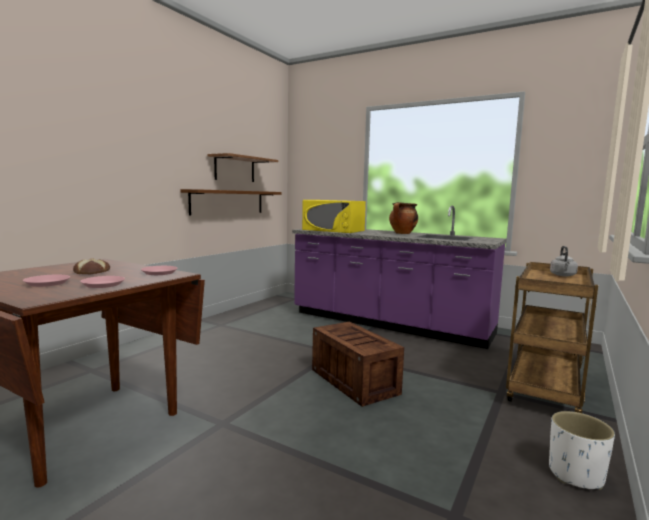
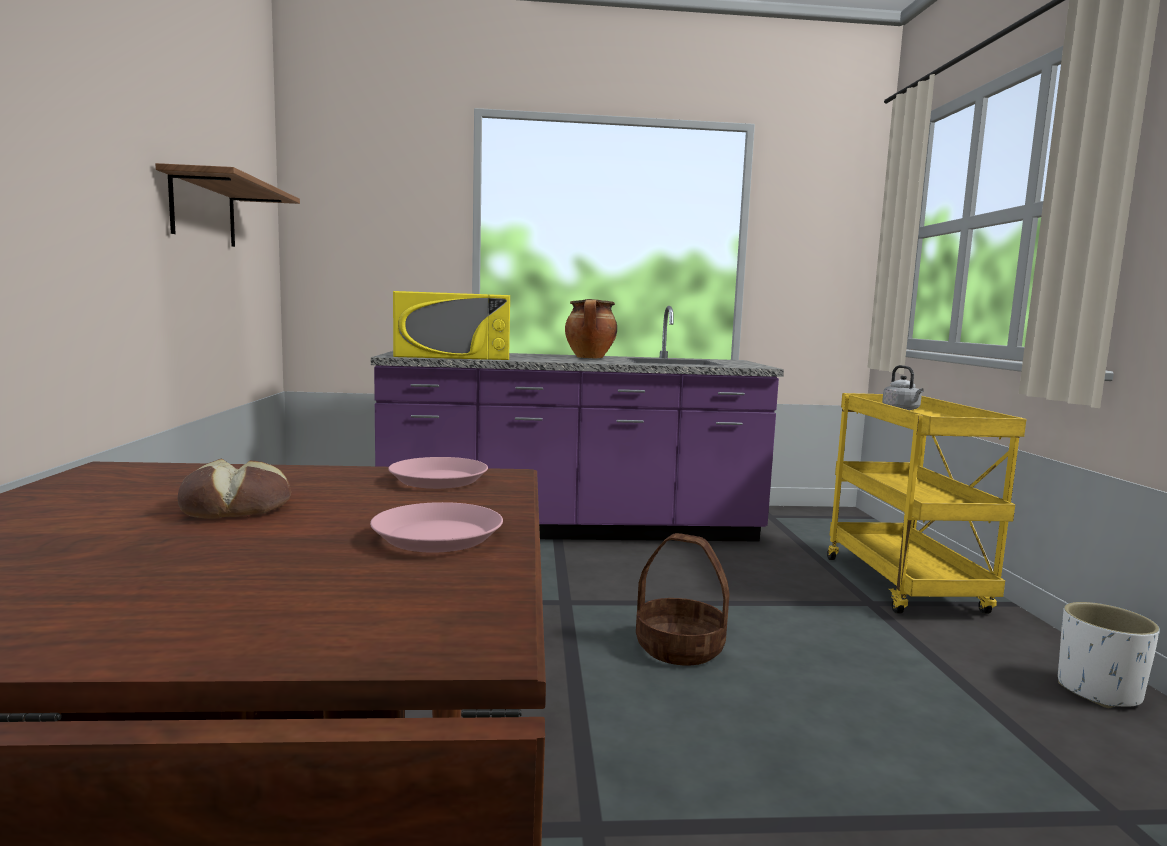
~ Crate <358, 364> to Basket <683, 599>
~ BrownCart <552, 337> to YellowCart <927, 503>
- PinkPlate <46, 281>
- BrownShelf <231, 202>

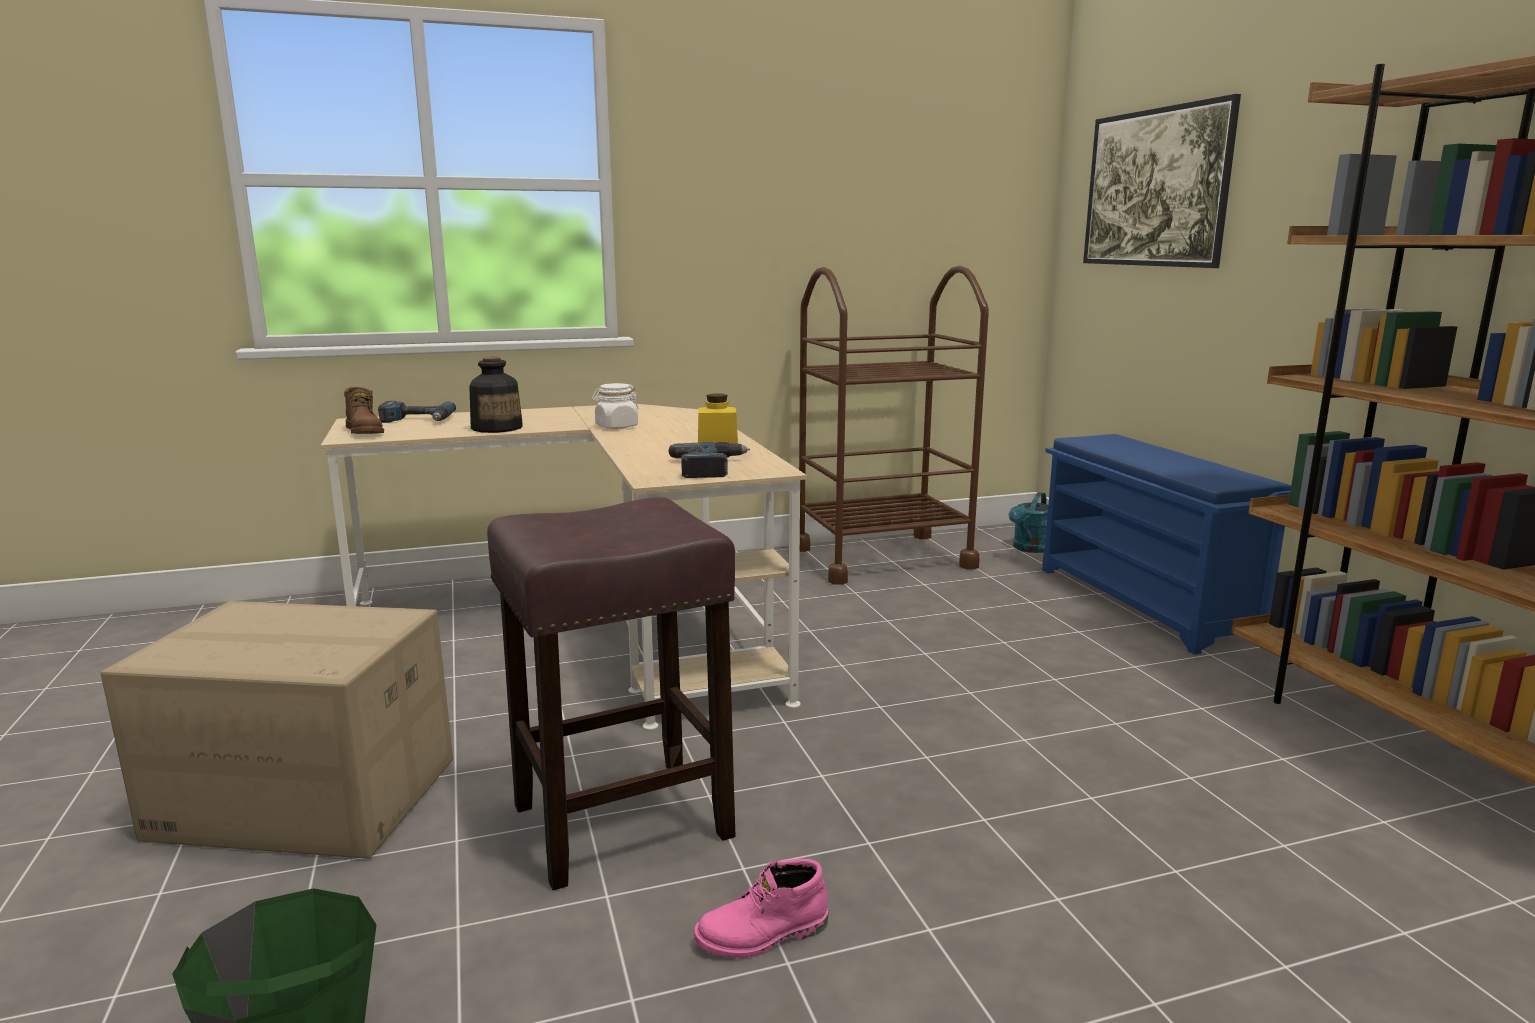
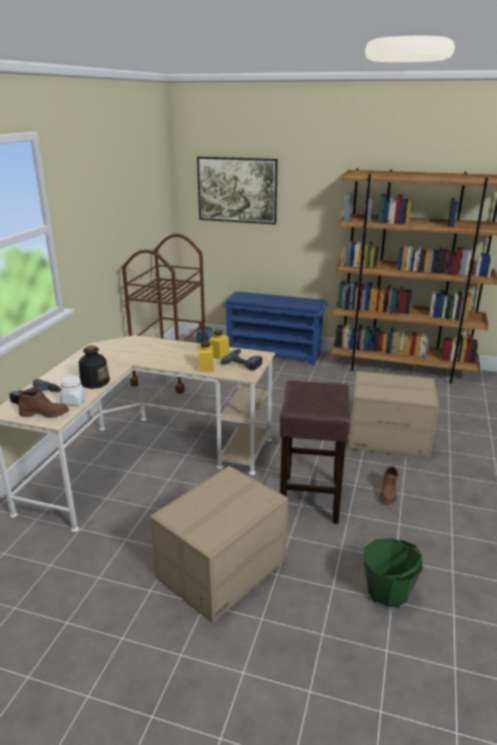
~ WhiteJar <615, 406> to <73, 390>
+ YellowJar <206, 356>
+ CardboardBox <393, 414>
~ PinkBoot <761, 908> to BrownBoot <389, 485>

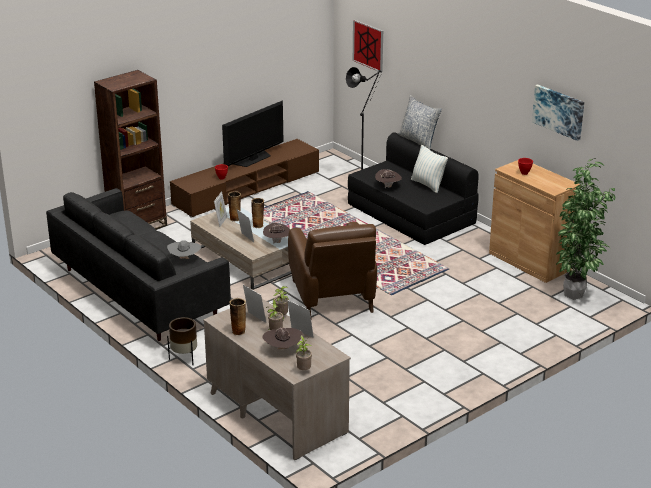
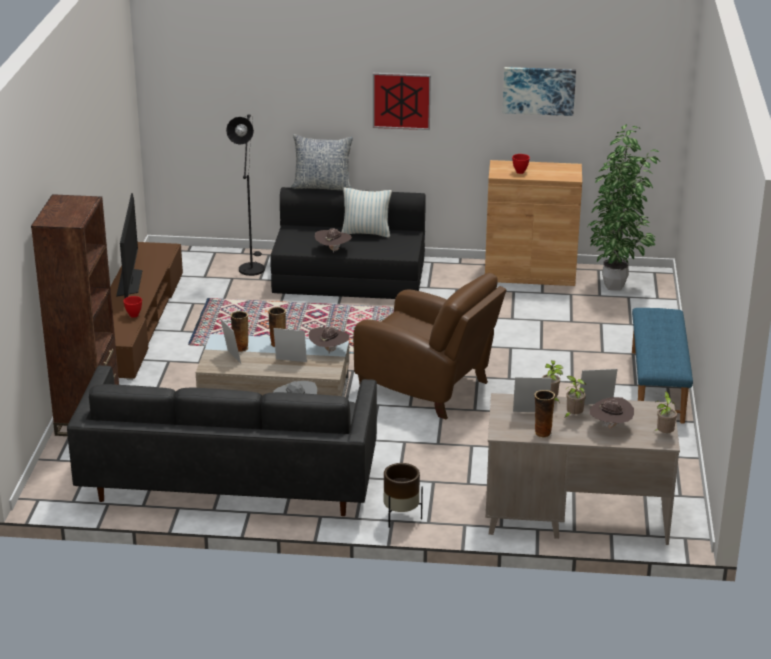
~ Picture <368, 46> to <402, 101>
+ BlueBench <662, 366>

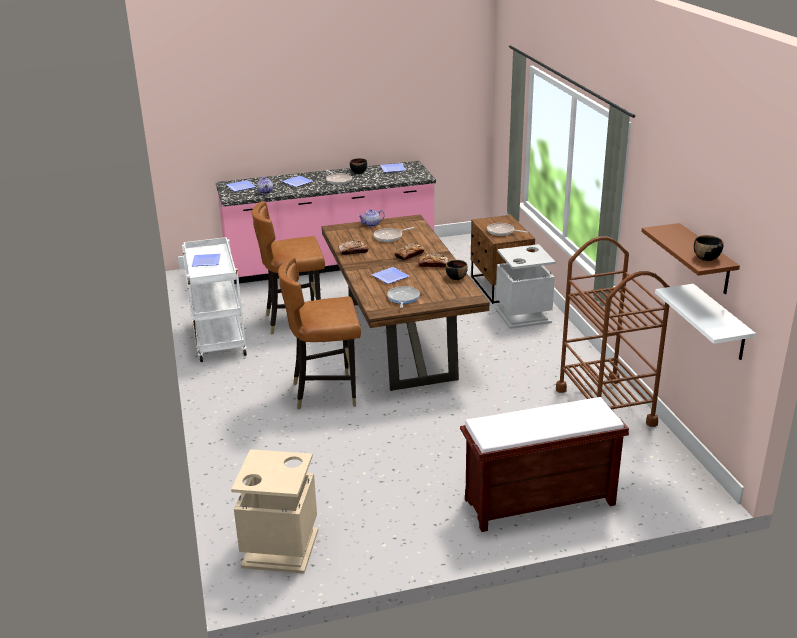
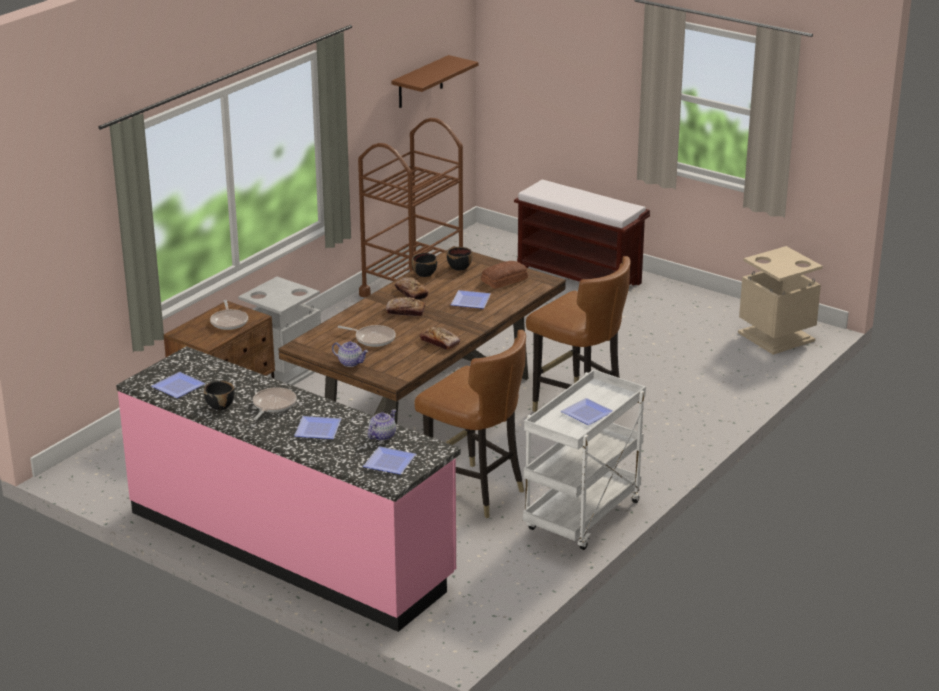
~ BlackBowl <709, 248> to <459, 259>
~ FryingPan <403, 297> to Bread <504, 275>
- WhiteShelf <705, 322>

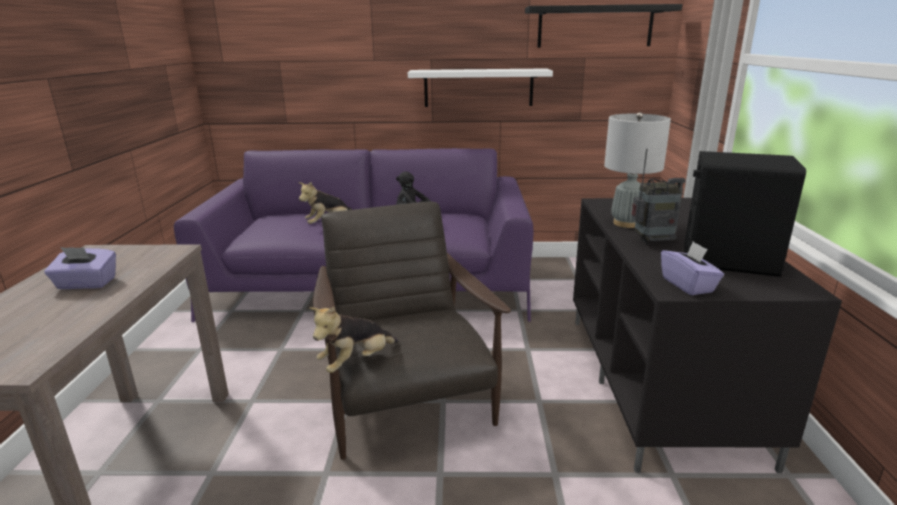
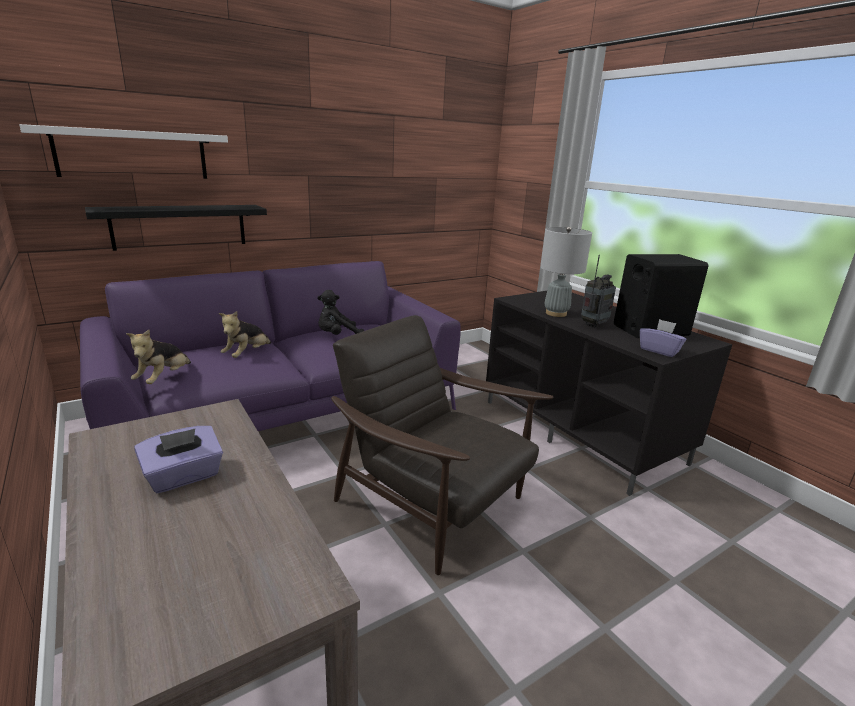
~ WhiteShelf <480, 87> to <123, 151>
~ BlackShelf <603, 26> to <176, 228>
~ PlushToy <353, 340> to <158, 357>

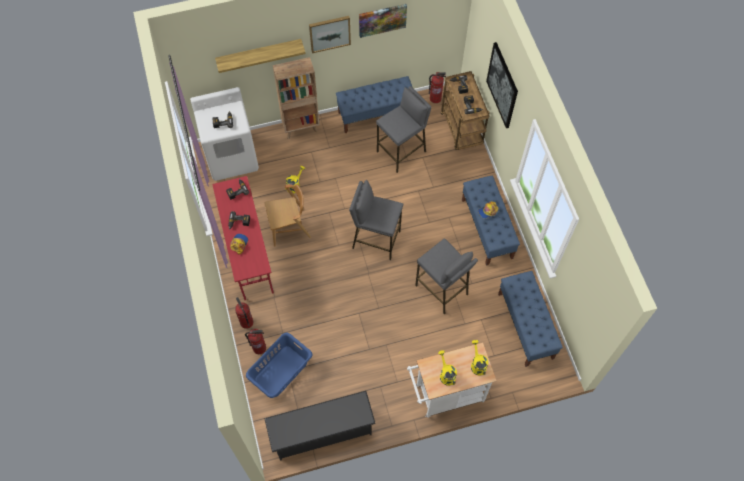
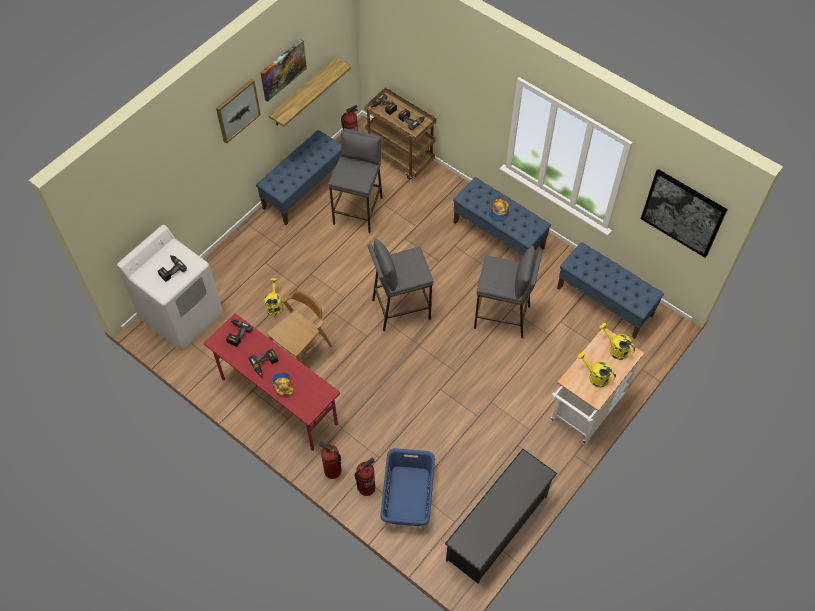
~ Shelf <260, 56> to <309, 92>
~ Picture <502, 85> to <684, 213>
- BrownBookcase <296, 98>

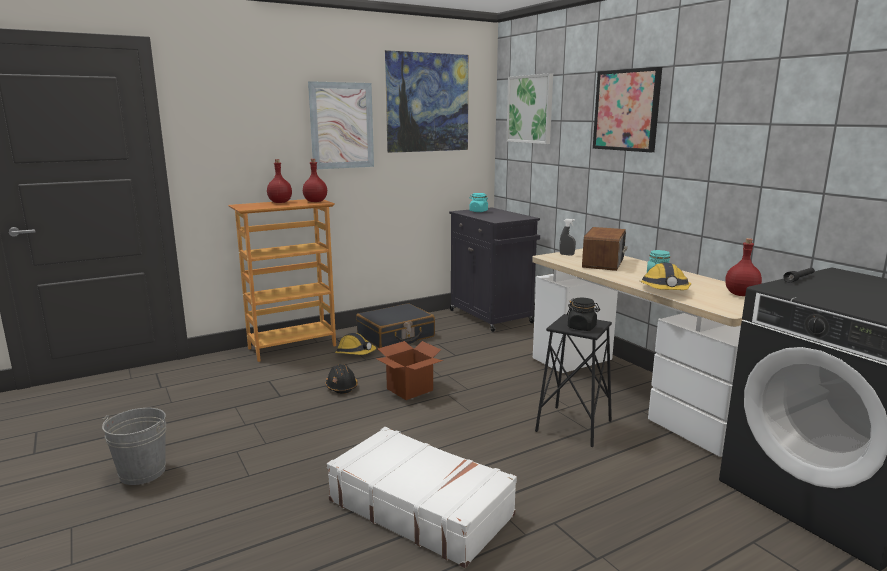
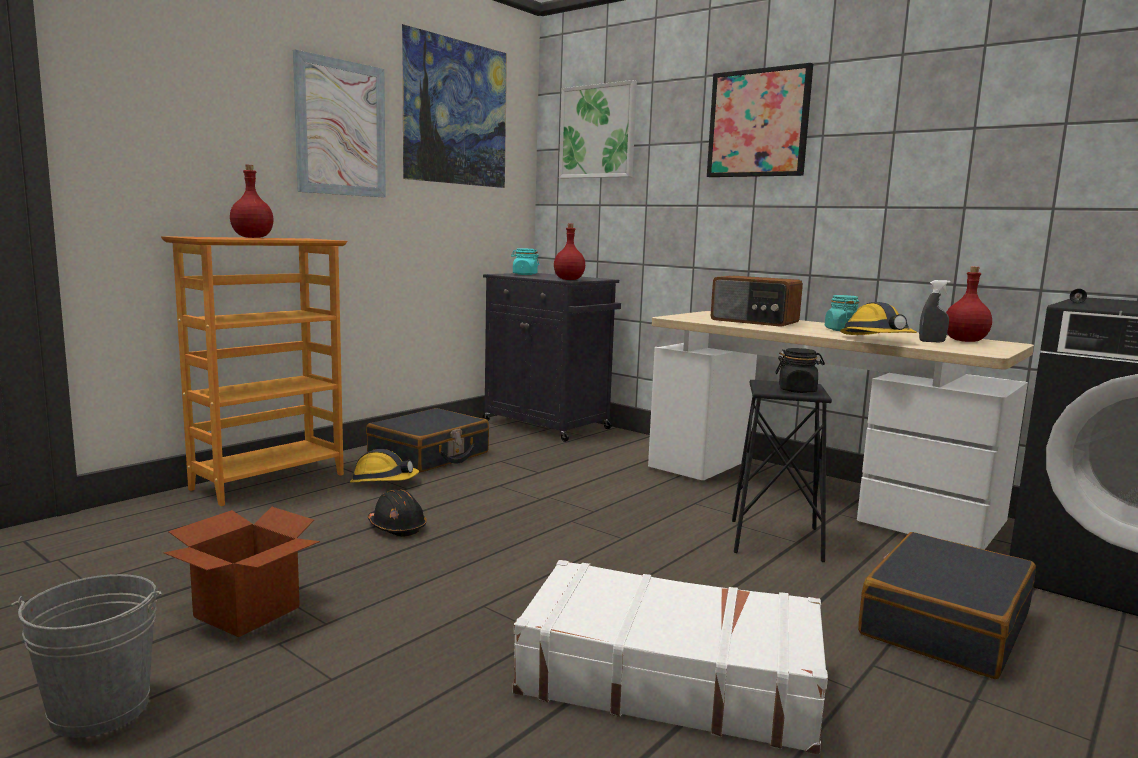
~ CardboardBox <409, 370> to <242, 572>
~ RedBottle <315, 180> to <569, 251>
~ Radio <604, 249> = <757, 301> 120 degrees clockwise
+ BlackSuitcase <947, 605>
~ GreySprayBottle <567, 237> to <935, 311>

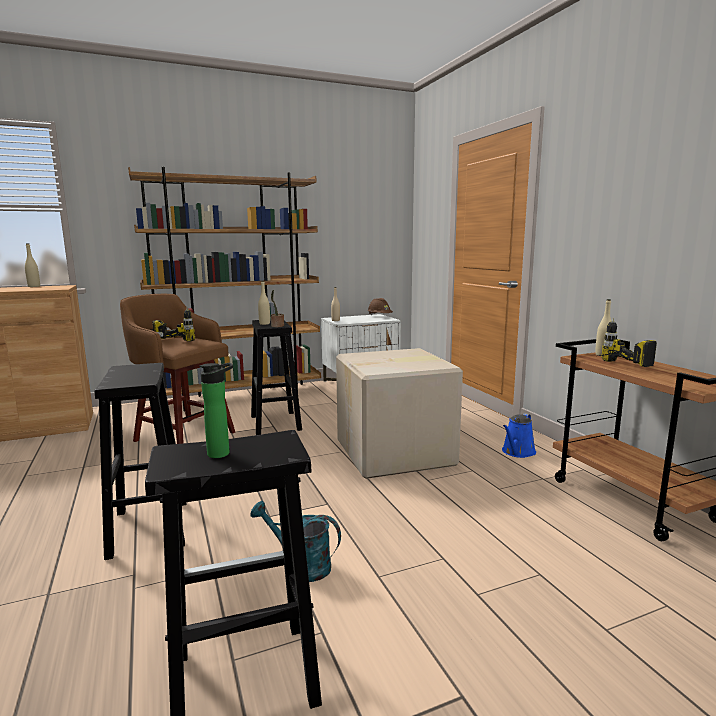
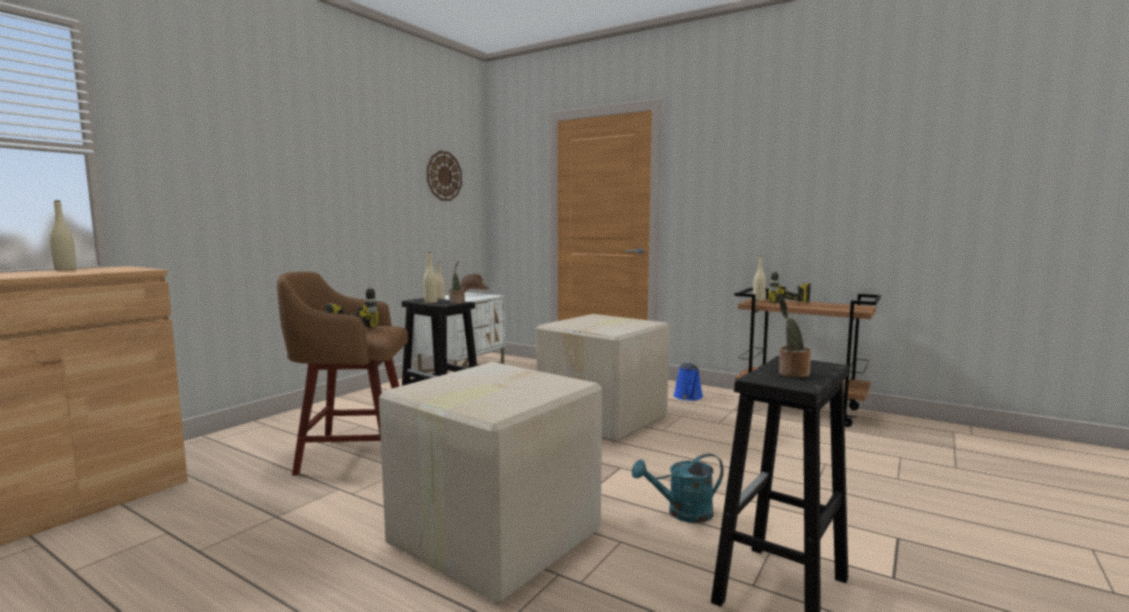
~ BlackStool <141, 461> to CardboardBox <490, 483>
+ WallClock <444, 176>
~ Bottle <216, 410> to PottedPlant <794, 335>
- BrownBookcase <224, 289>

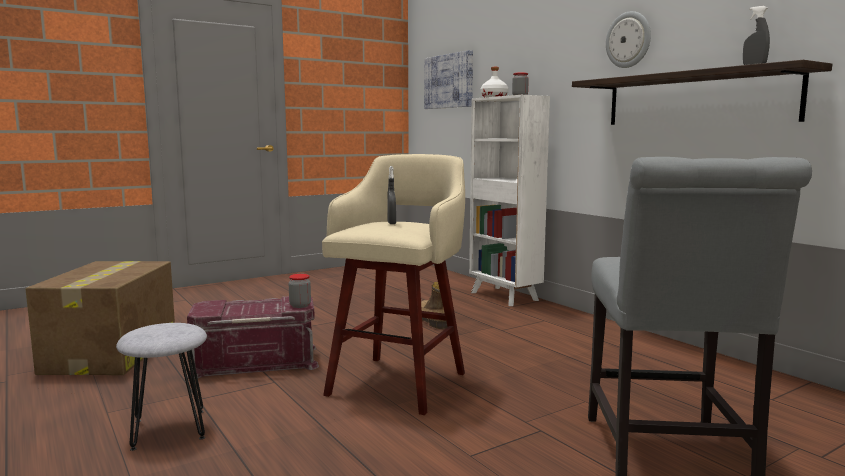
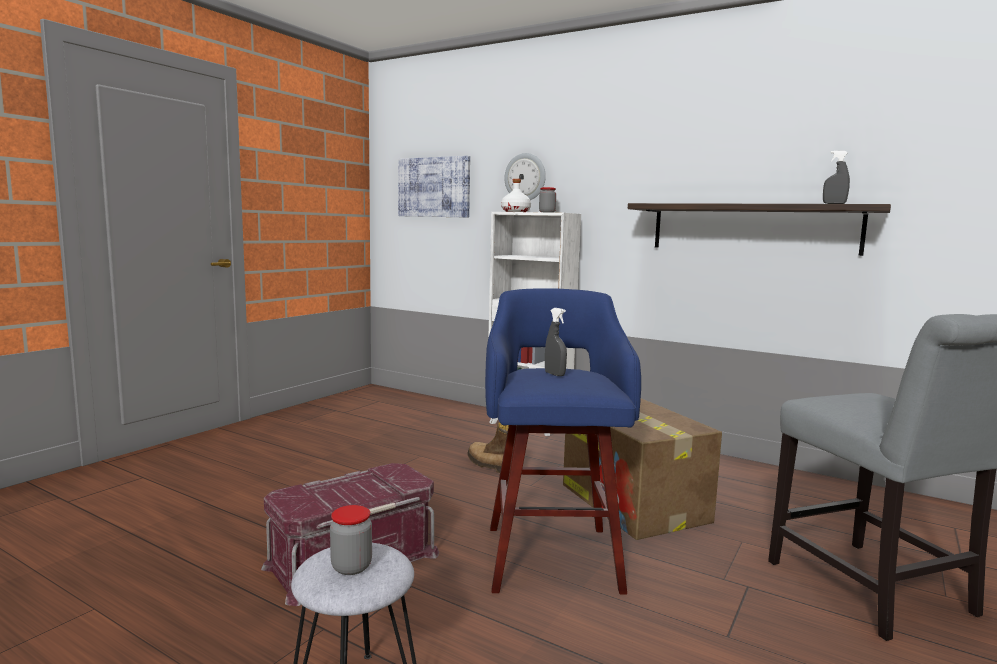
~ Jar <300, 291> to <351, 540>
~ BeigeStool <393, 284> to BlueStool <563, 441>
~ WallClock <628, 39> to <525, 176>
~ CardboardBox <100, 318> to <642, 469>

